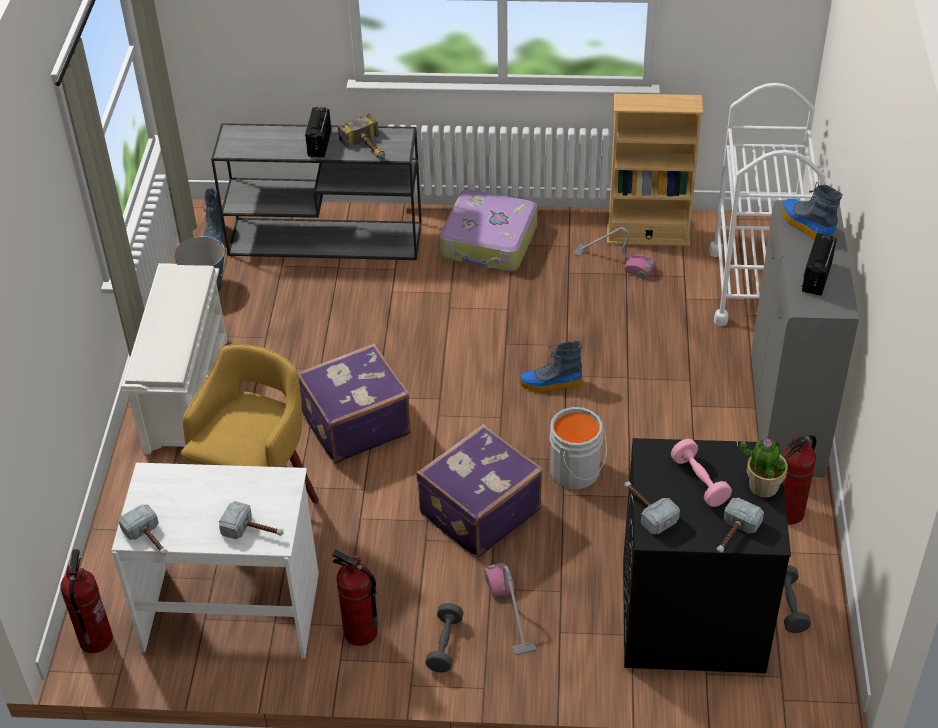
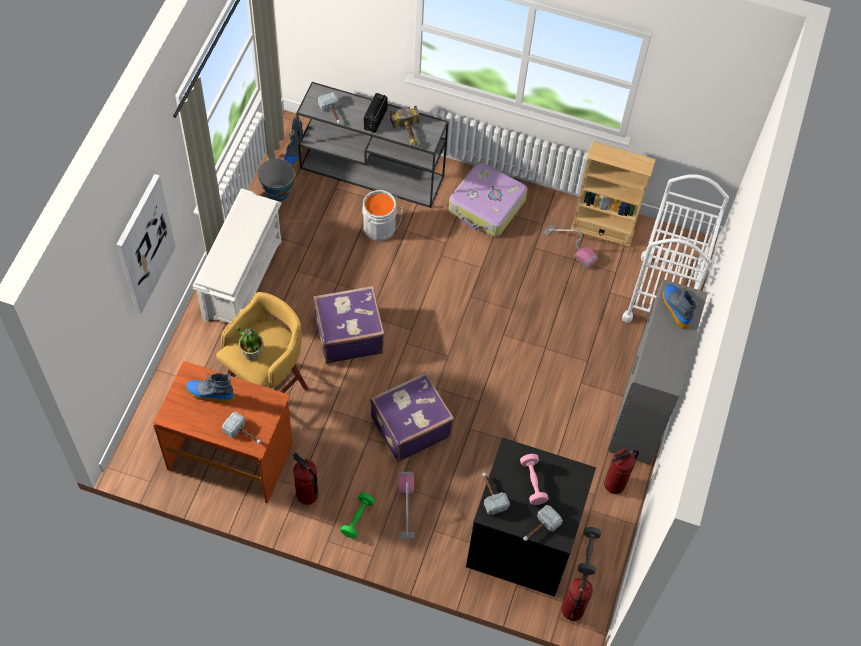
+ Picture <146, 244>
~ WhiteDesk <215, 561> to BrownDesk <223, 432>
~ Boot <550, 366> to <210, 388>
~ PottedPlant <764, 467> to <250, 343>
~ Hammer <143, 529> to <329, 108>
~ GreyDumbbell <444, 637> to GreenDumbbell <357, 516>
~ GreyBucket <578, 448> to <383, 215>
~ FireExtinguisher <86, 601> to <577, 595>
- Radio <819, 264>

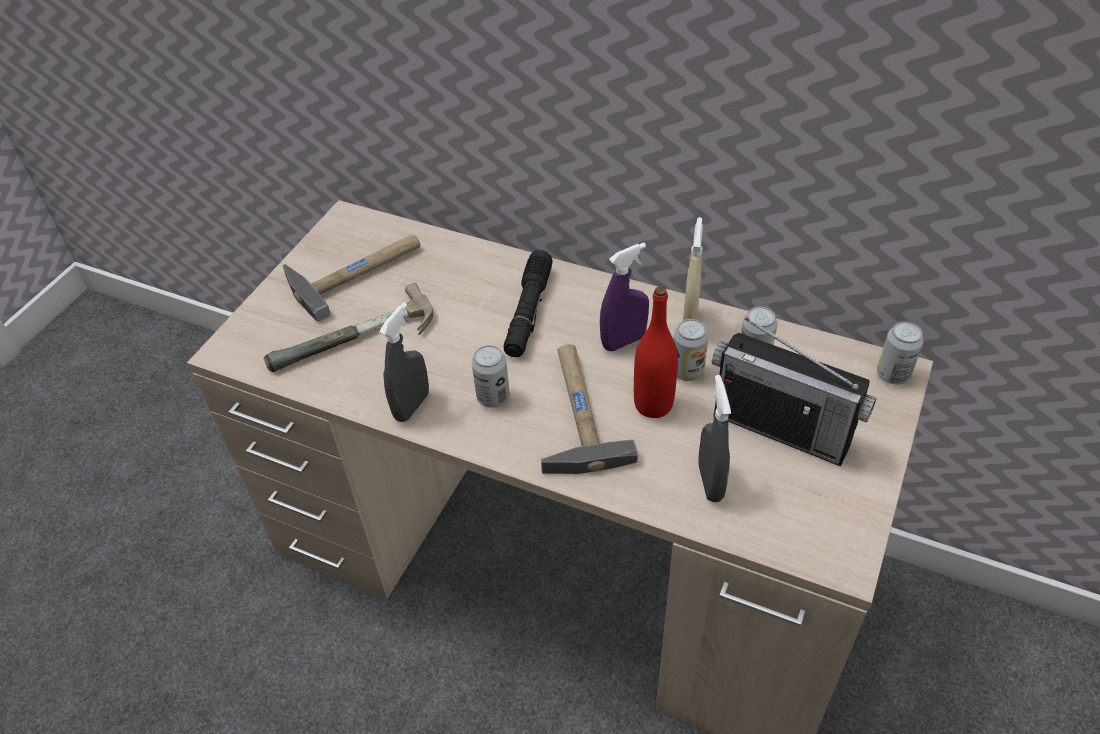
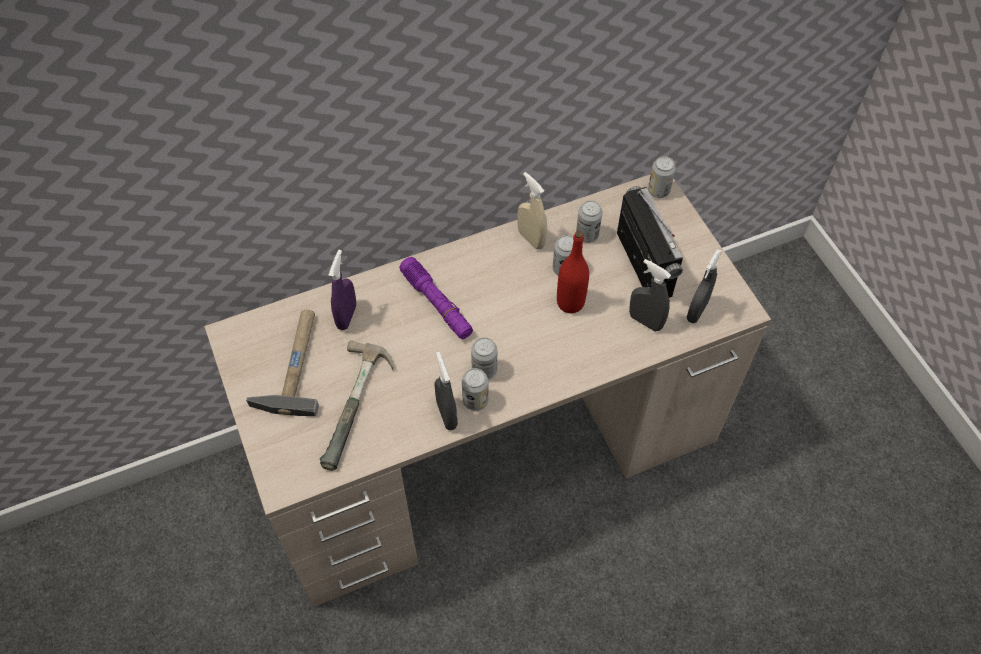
~ PurpleSprayBottle <624, 297> to <342, 290>
~ BlackFlashlight <528, 303> to PurpleFlashlight <436, 298>
+ Can <475, 389>
~ Radio <794, 391> = <650, 242> 90 degrees counterclockwise
+ GreySprayBottle <704, 286>
- Hammer <589, 409>

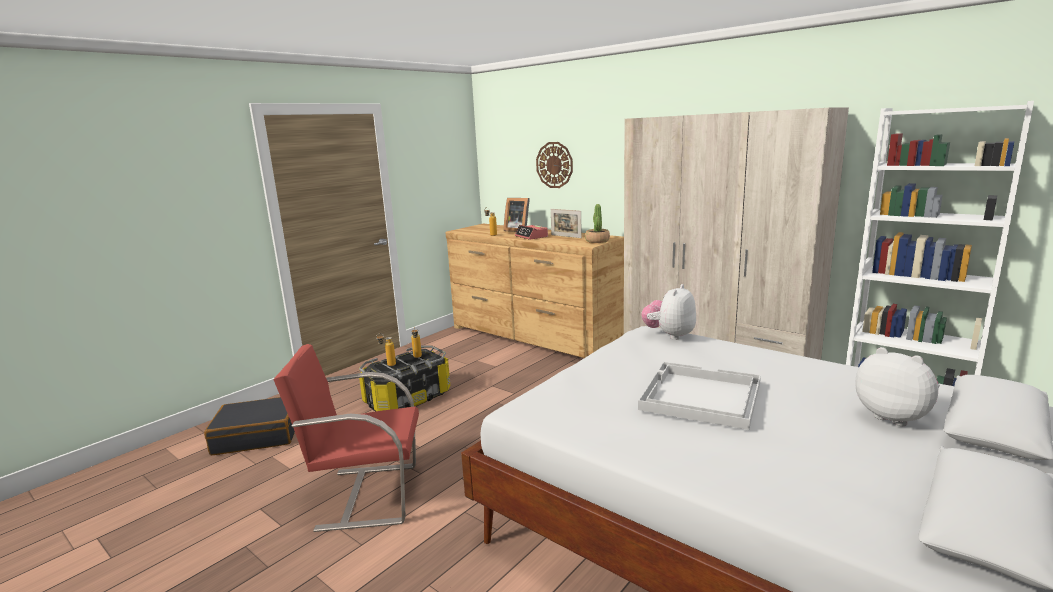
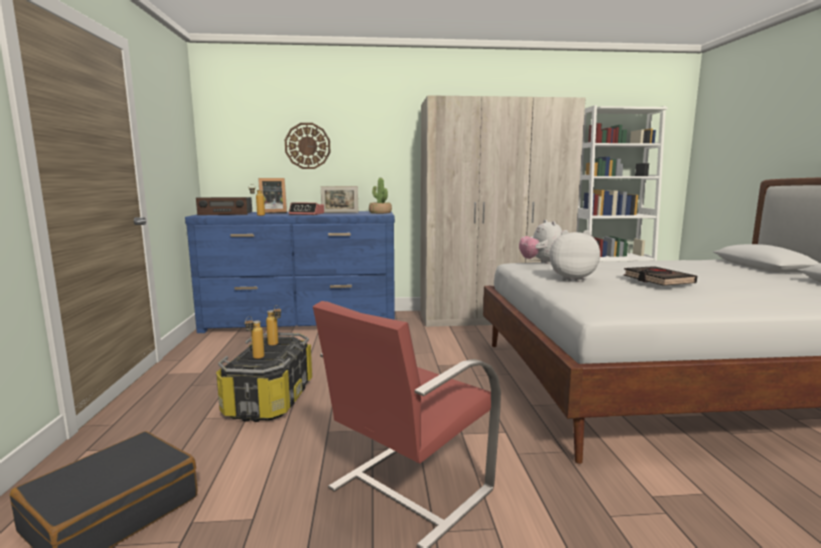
~ BrownDresser <535, 291> to BlueDresser <290, 272>
+ Radio <224, 206>
~ PlushToy <897, 386> to <575, 256>
~ WhiteTray <699, 396> to BlackBook <660, 276>

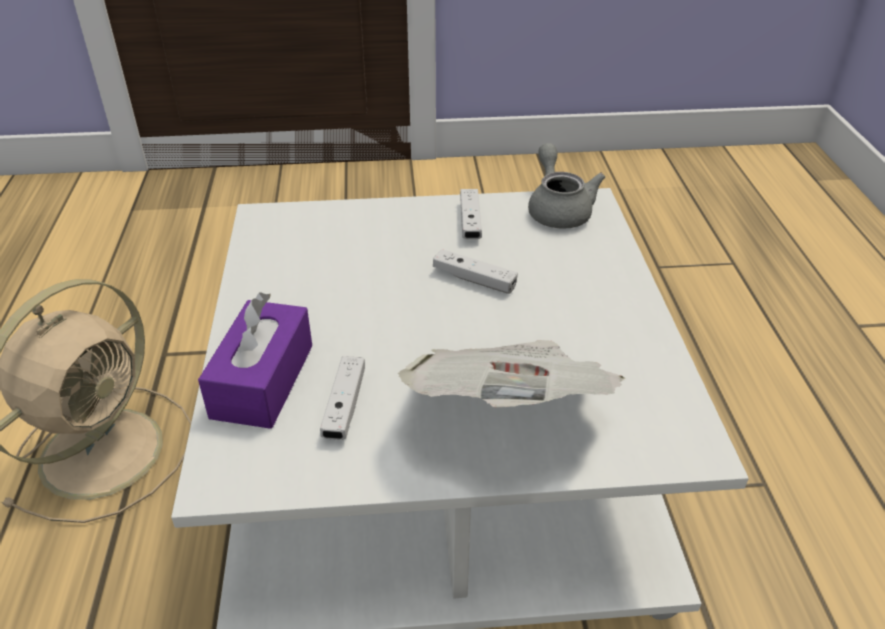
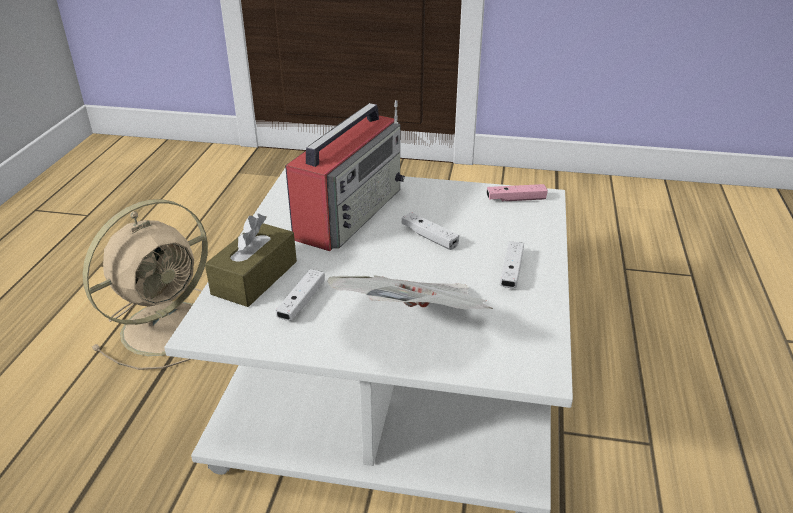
~ PurpleTissueBox <255, 360> to BrownTissueBox <251, 260>
+ Radio <345, 175>
~ GreyTeapot <566, 186> to PinkGameController <517, 193>
~ WhiteGameController <471, 214> to <511, 264>

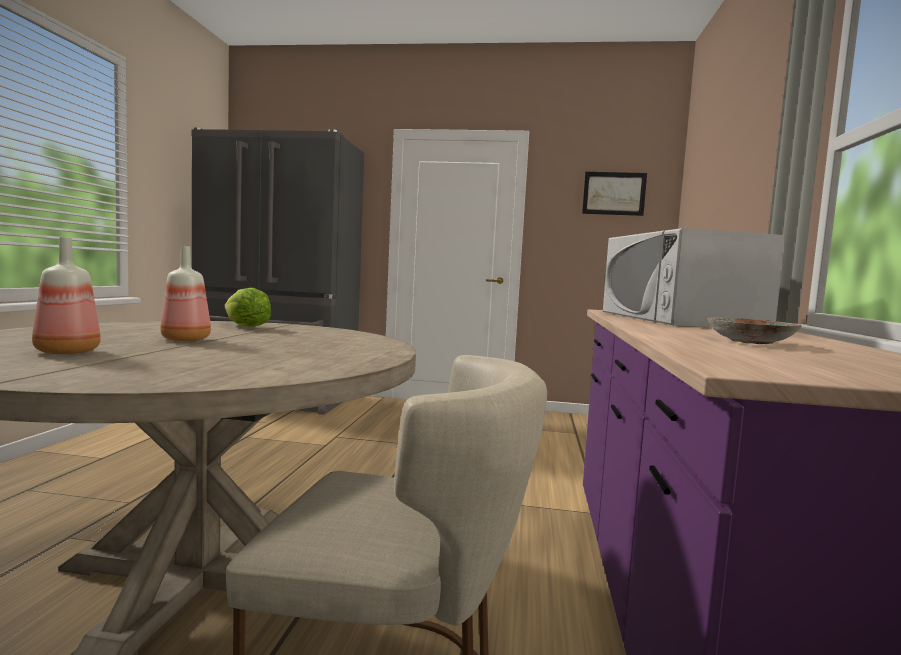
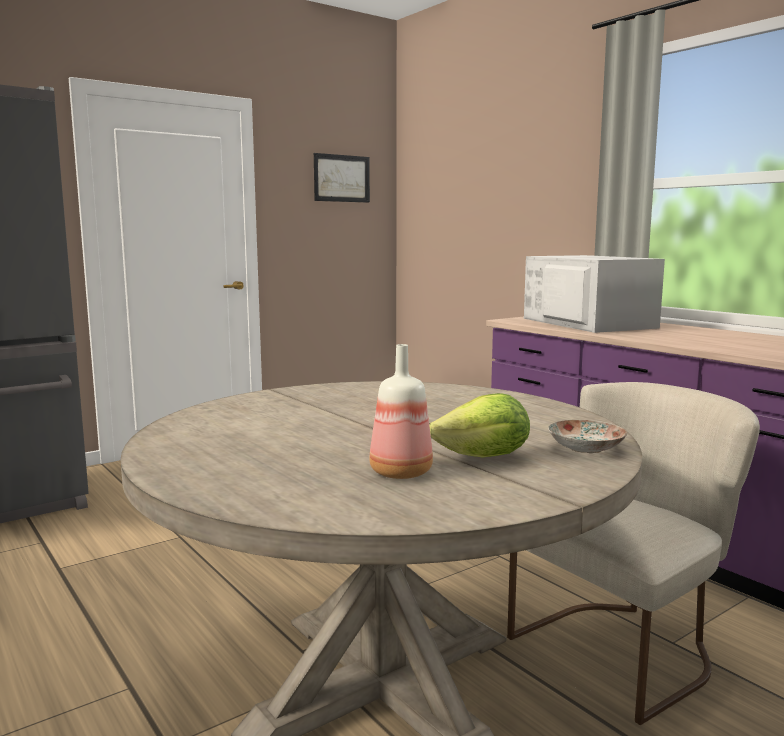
~ Lettuce <248, 307> to <479, 425>
~ WhiteMicrowave <694, 277> = <594, 294> 150 degrees counterclockwise
~ Plate <754, 330> to <587, 436>
- Bottle <185, 293>

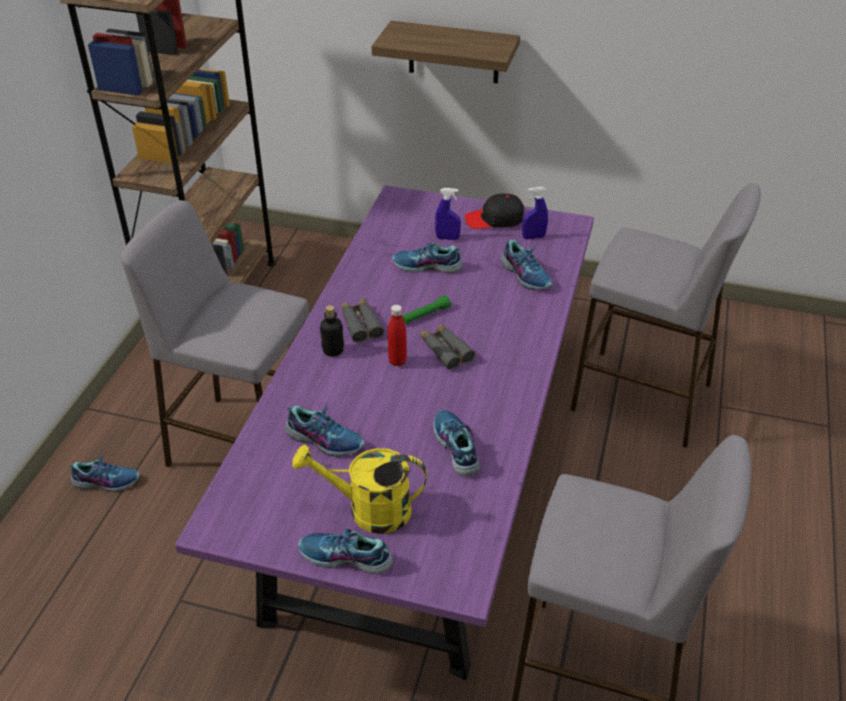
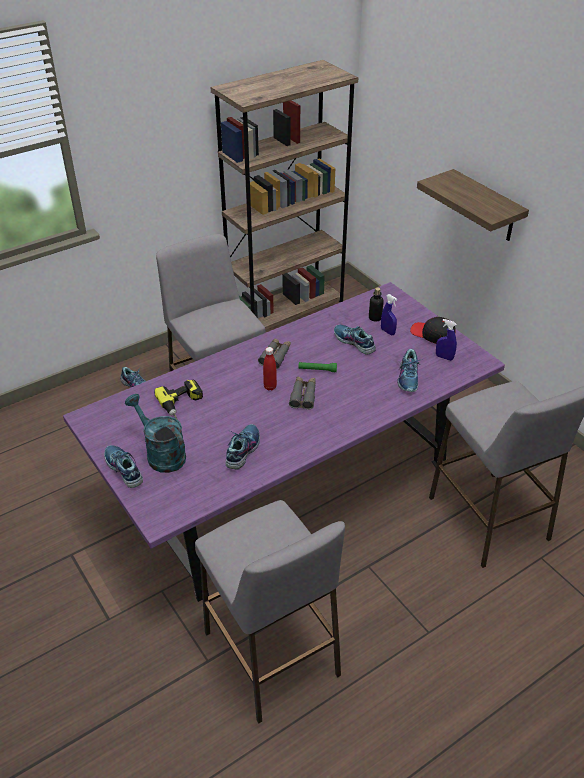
~ YellowWateringCan <359, 489> to TurquoiseWateringCan <155, 433>
~ Shoe <325, 429> to PowerDrill <178, 399>
~ Bottle <332, 331> to <376, 304>

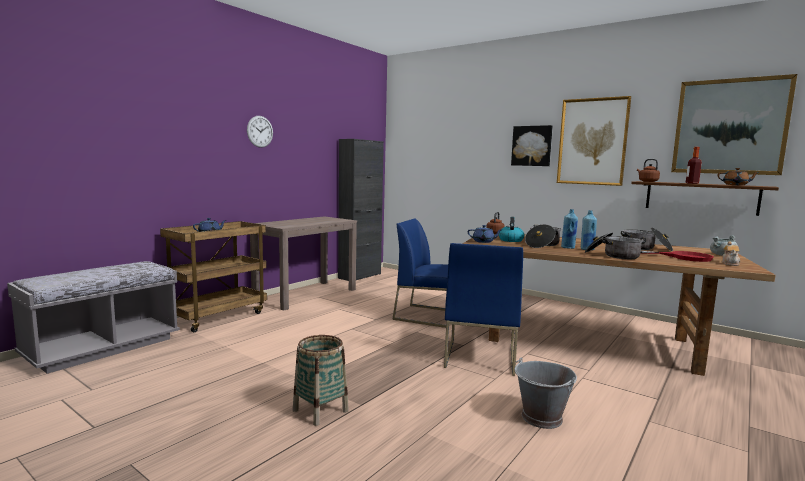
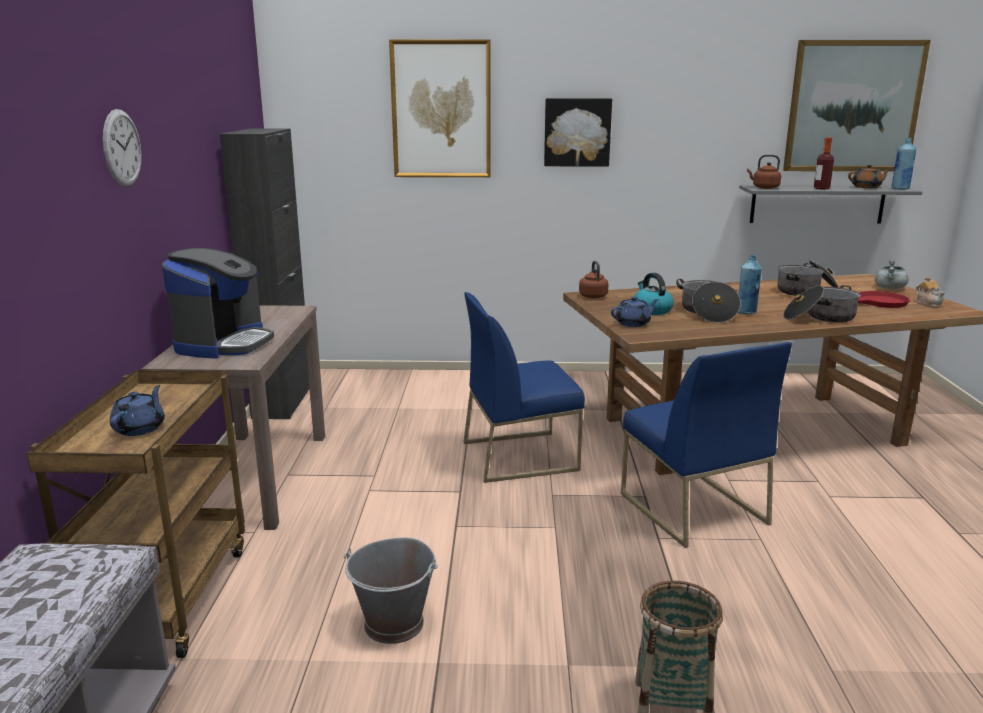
+ CoffeeMachine <218, 303>
~ GreyBucket <546, 393> to <390, 590>
~ Picture <594, 141> to <440, 108>
~ BrownShelf <705, 198> to GreyShelf <831, 204>
~ BlueBottle <589, 230> to <903, 164>

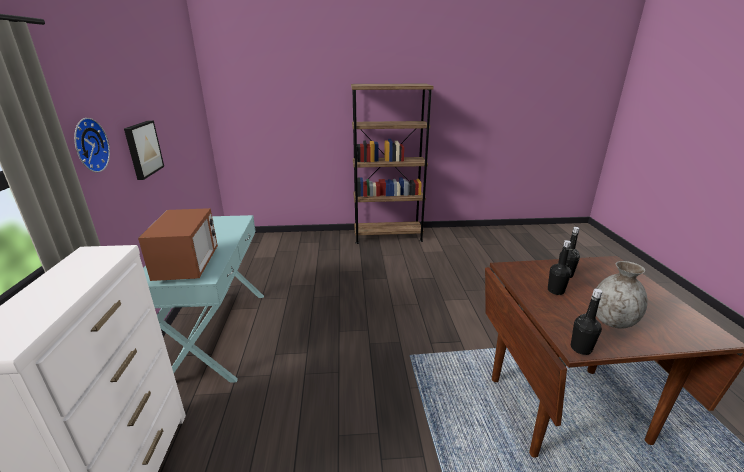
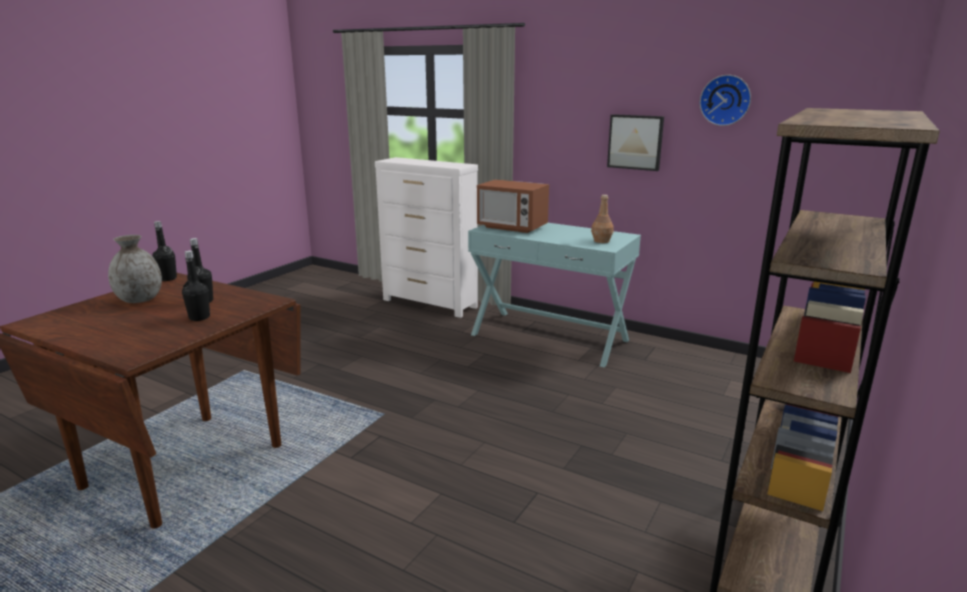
+ BrownBottle <602, 219>
~ WallClock <92, 145> to <725, 100>

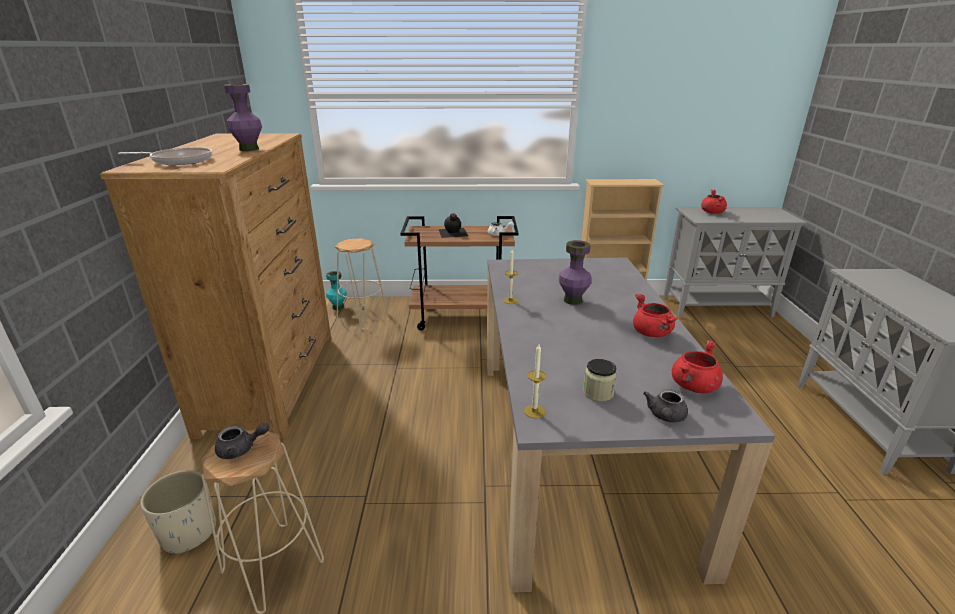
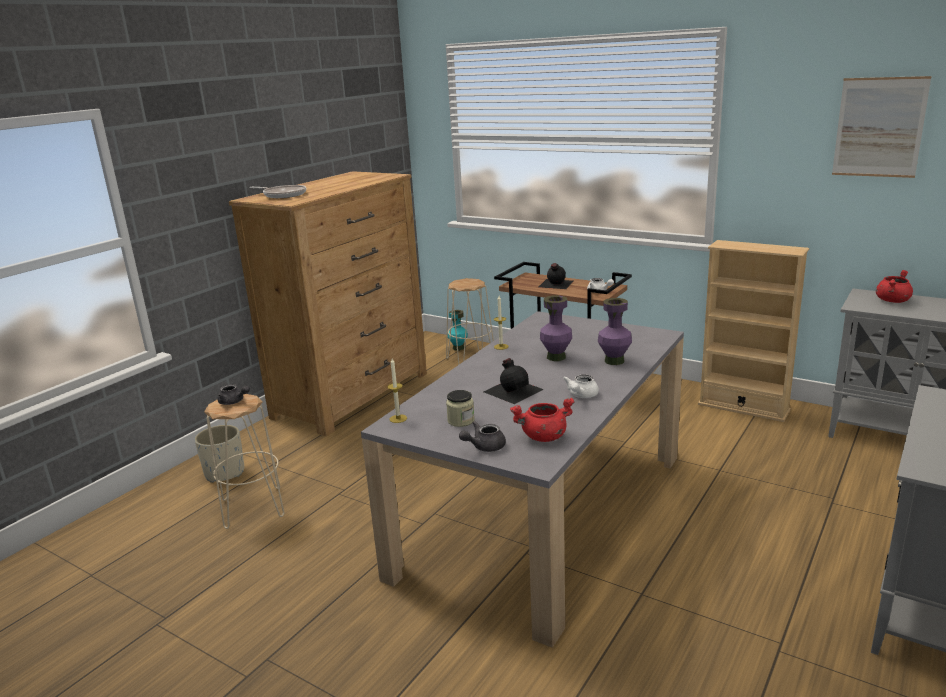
+ BlackBottle <514, 381>
~ RedCookingPot <655, 315> to WhiteTeapot <581, 386>
~ PurpleVase <243, 117> to <615, 331>
+ Picture <882, 127>

